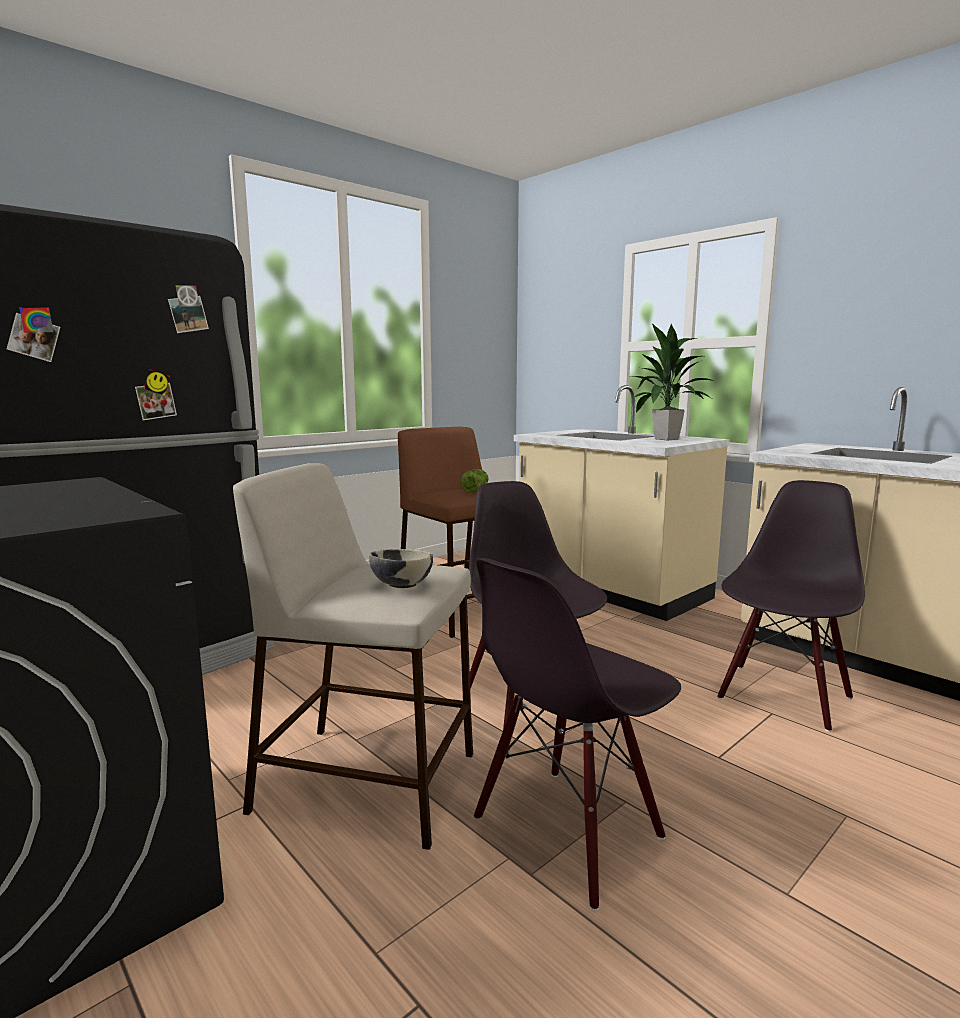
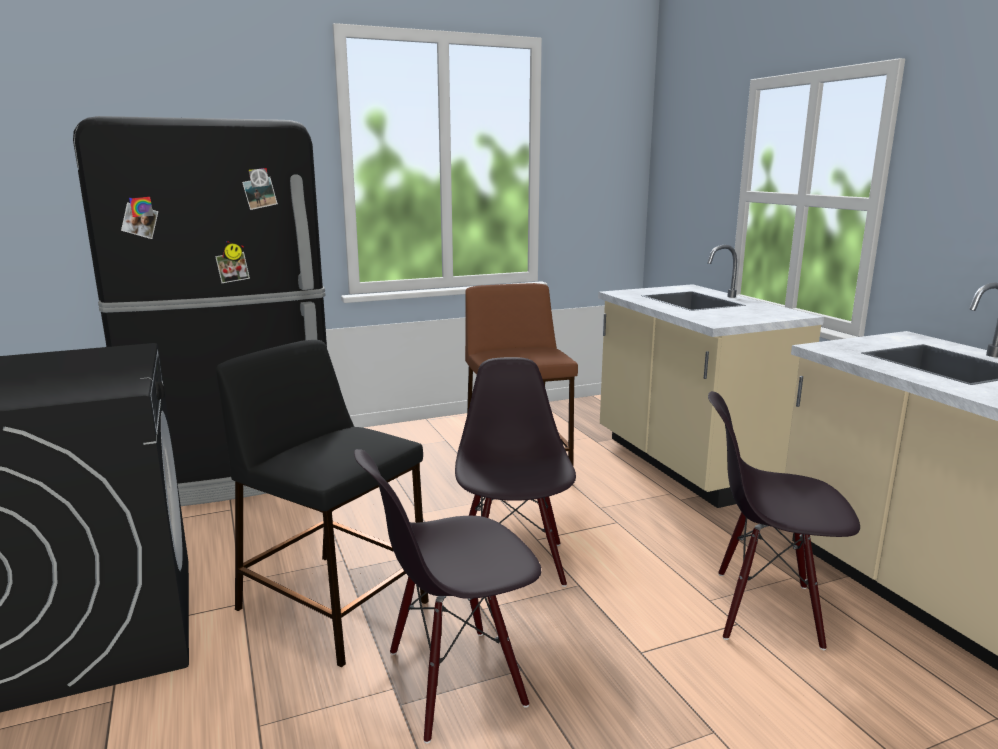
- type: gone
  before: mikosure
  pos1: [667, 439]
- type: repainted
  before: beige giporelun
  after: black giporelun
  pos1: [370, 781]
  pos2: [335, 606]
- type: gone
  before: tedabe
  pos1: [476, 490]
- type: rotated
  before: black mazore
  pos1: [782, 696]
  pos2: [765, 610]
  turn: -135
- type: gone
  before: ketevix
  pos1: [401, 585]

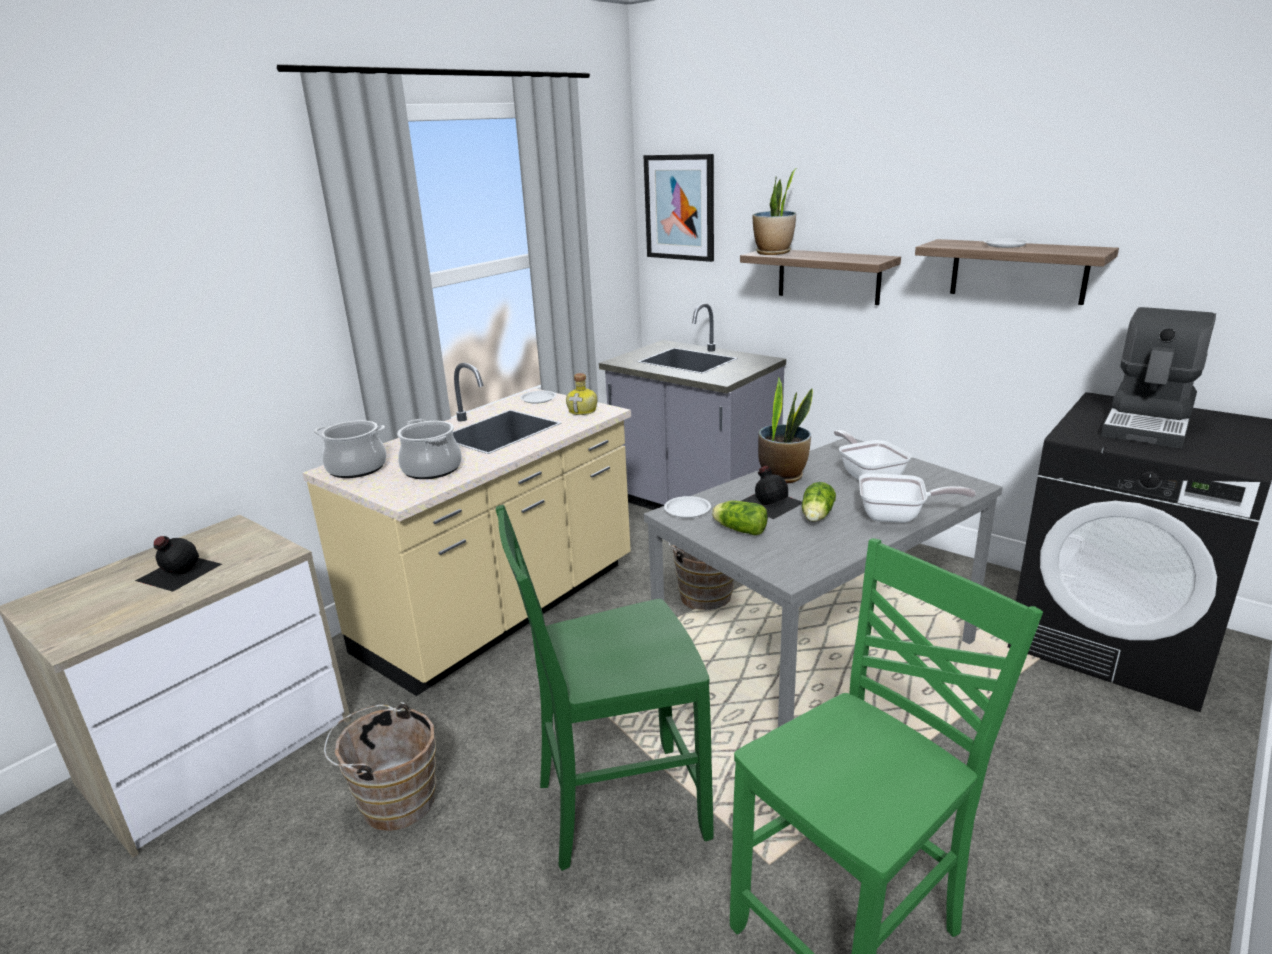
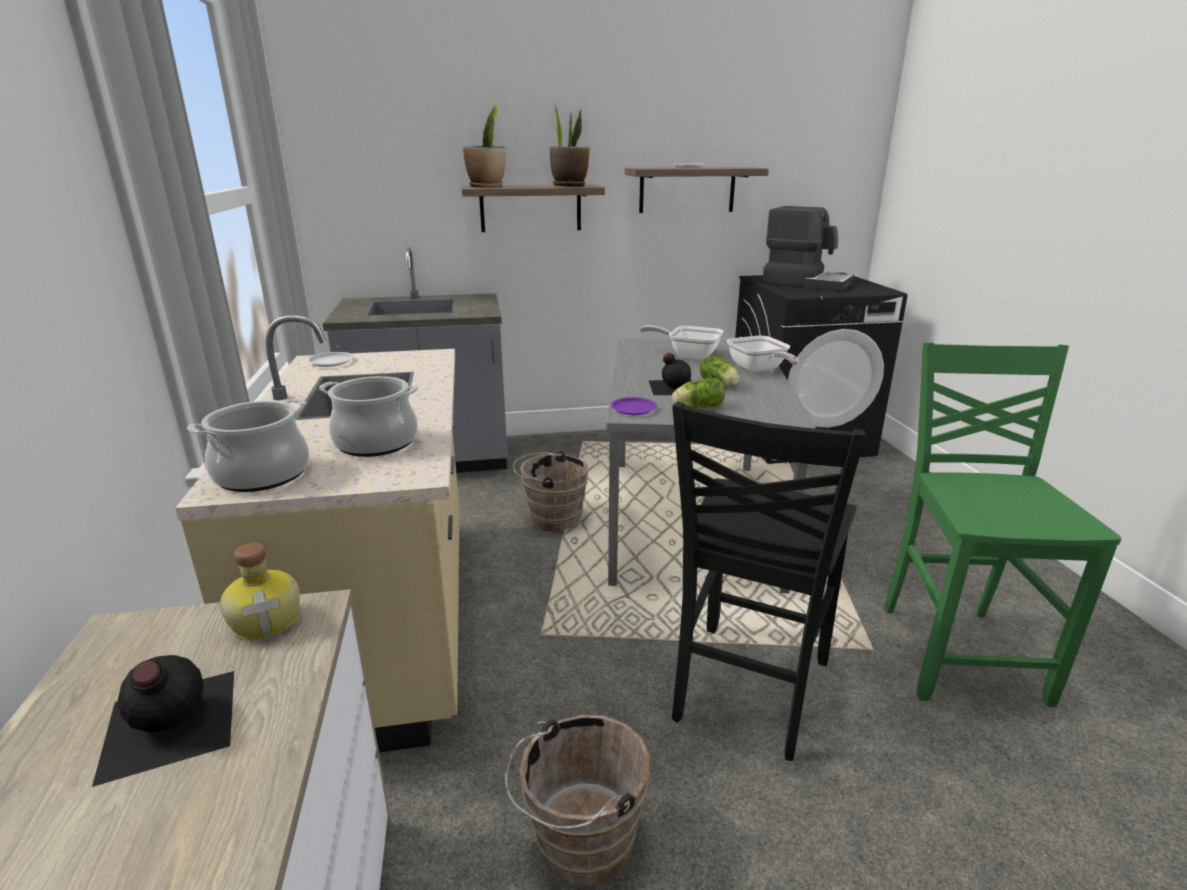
- type: gone
  before: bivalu
  pos1: [680, 207]
- type: rotated
  before: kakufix
  pos1: [1149, 424]
  pos2: [806, 283]
  turn: -45
- type: shifted
  before: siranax
  pos1: [583, 411]
  pos2: [268, 620]
- type: shifted
  before: mikosure
  pos1: [782, 476]
  pos2: [569, 186]
- type: rotated
  before: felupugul
  pos1: [898, 516]
  pos2: [758, 370]
  turn: 105
- type: repainted
  before: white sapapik
  after: purple sapapik
  pos1: [687, 510]
  pos2: [633, 409]
- type: repainted
  before: green mazore
  after: black mazore
  pos1: [617, 807]
  pos2: [747, 690]

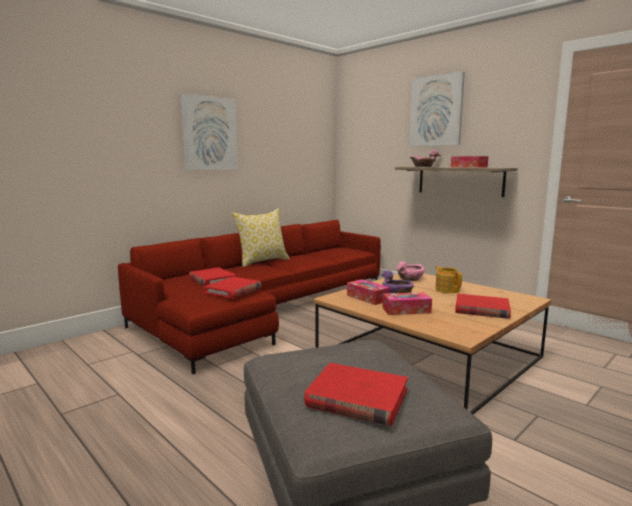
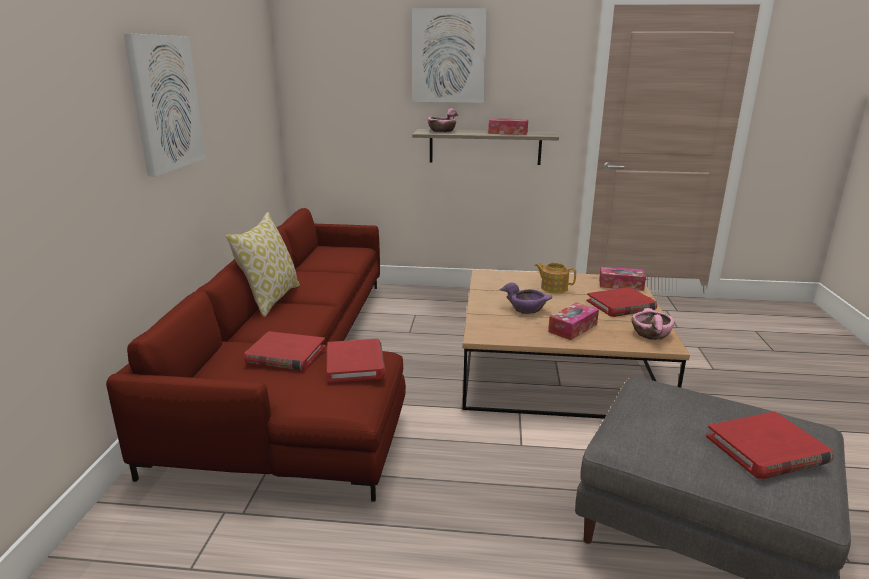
- type: shifted
  before: pink ketevix
  pos1: [410, 278]
  pos2: [650, 334]
- type: shifted
  before: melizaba
  pos1: [367, 298]
  pos2: [621, 285]

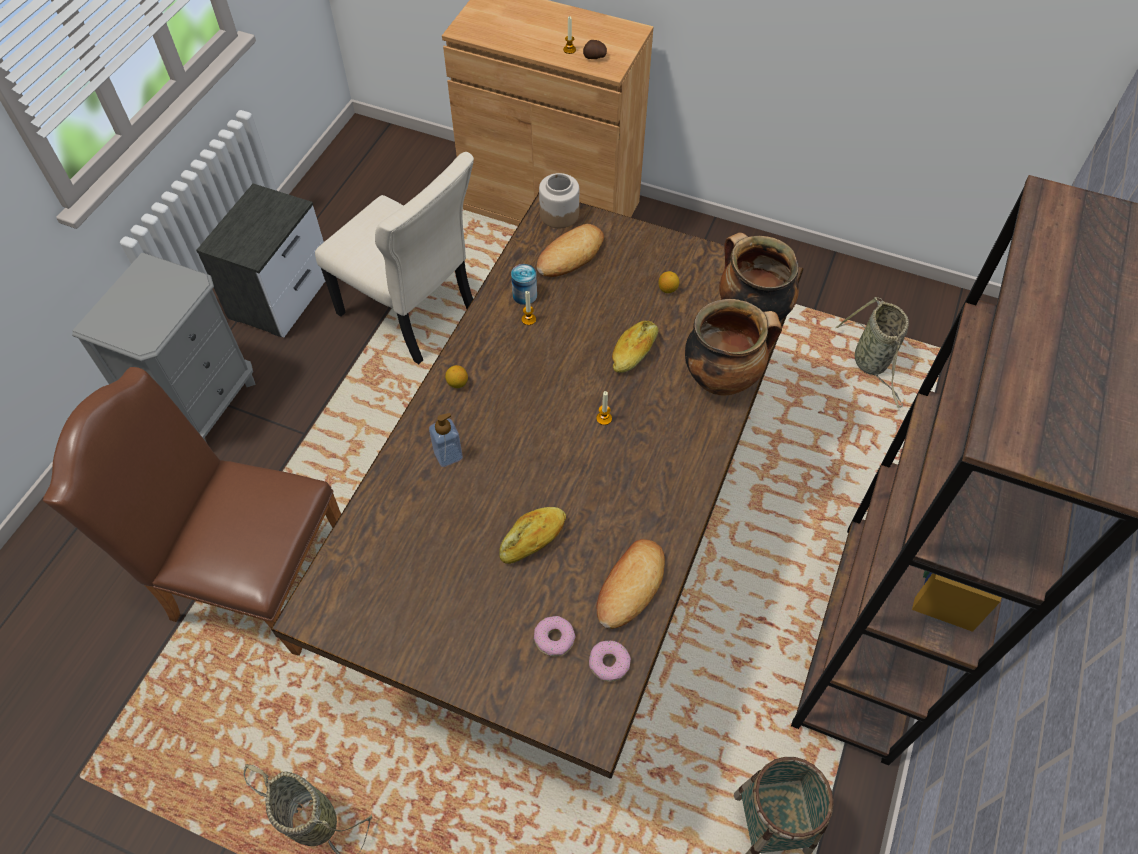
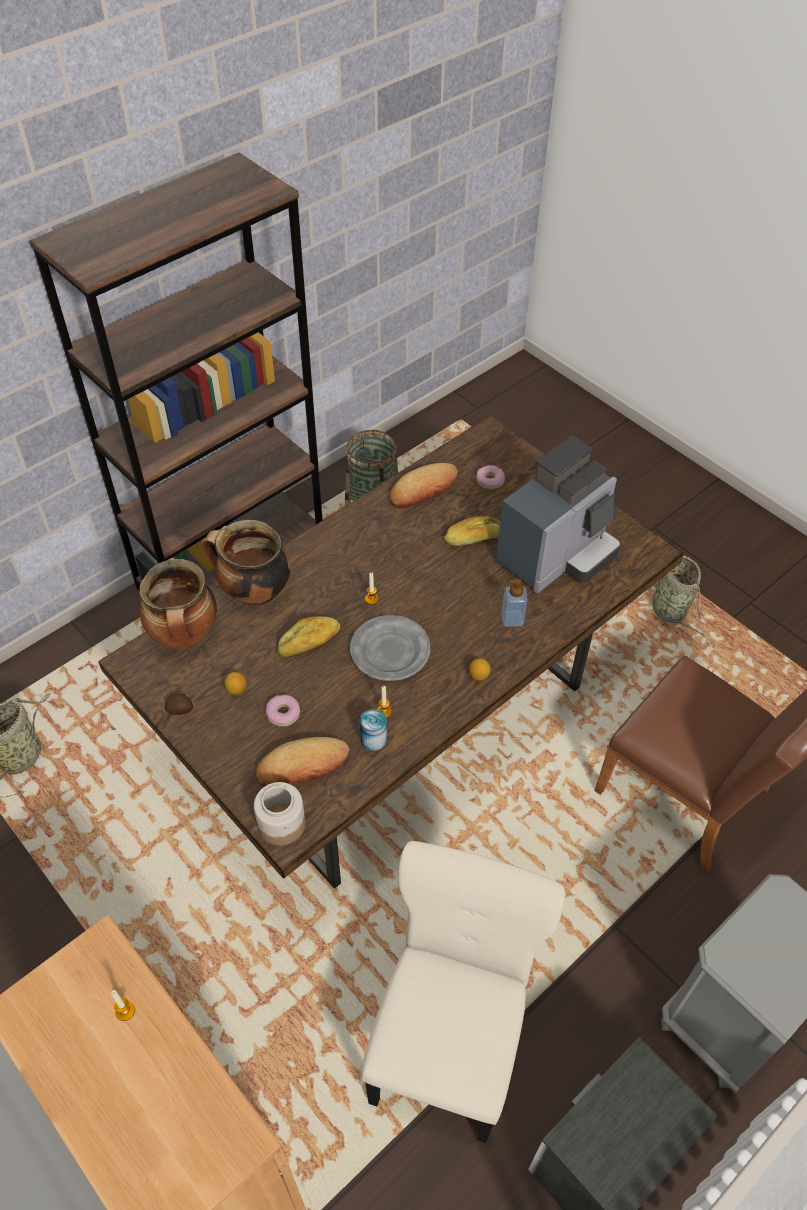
- type: shifted
  before: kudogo
  pos1: [594, 57]
  pos2: [180, 710]
- type: rotated
  before: beige mazore
  pos1: [411, 315]
  pos2: [449, 1041]
  turn: 45
- type: shifted
  before: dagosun
  pos1: [609, 663]
  pos2: [283, 713]
- type: new
  after: kakufix
  pos2: [557, 555]
- type: new
  after: grey sapapik
  pos2: [390, 651]

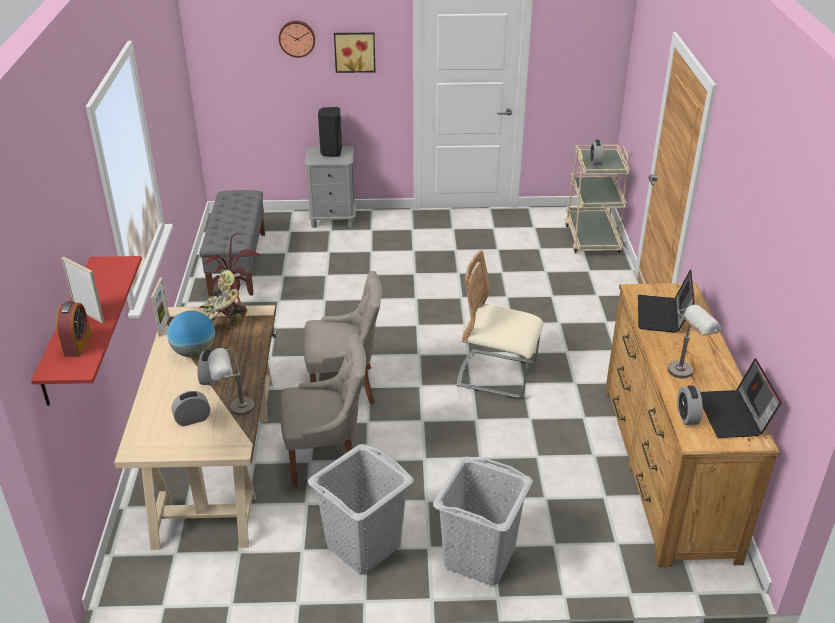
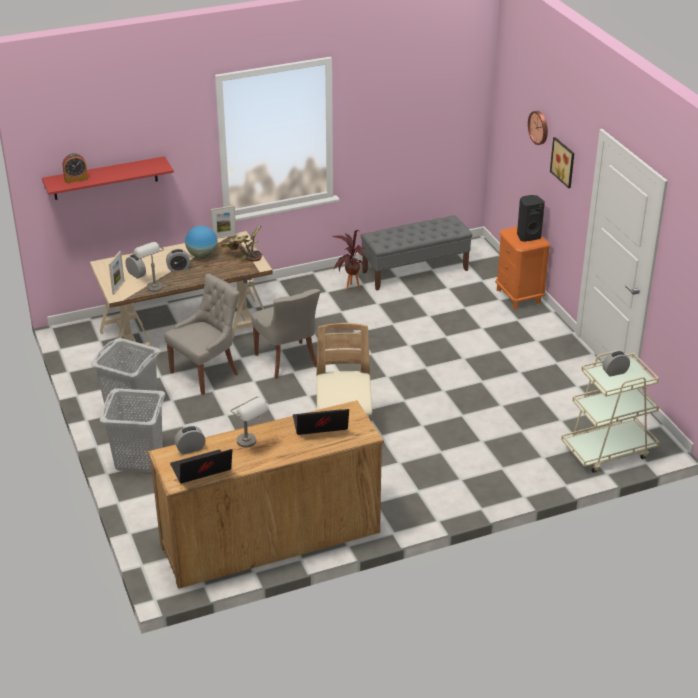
- type: repainted
  before: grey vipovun
  after: orange vipovun
  pos1: [333, 219]
  pos2: [519, 296]
- type: shifted
  before: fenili
  pos1: [89, 315]
  pos2: [118, 288]
- type: rotated
  before: grey mazore
  pos1: [326, 458]
  pos2: [206, 373]
  turn: -105

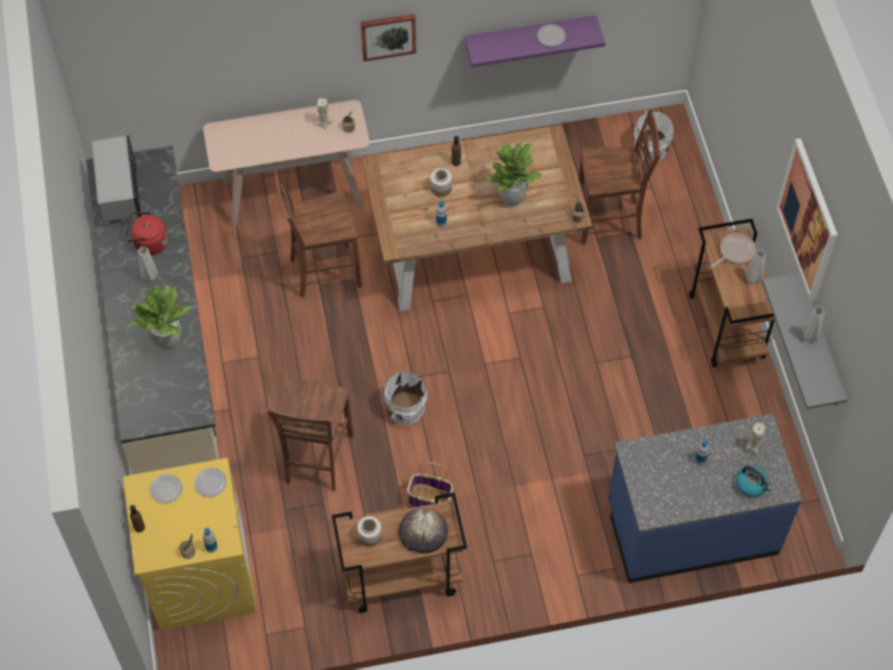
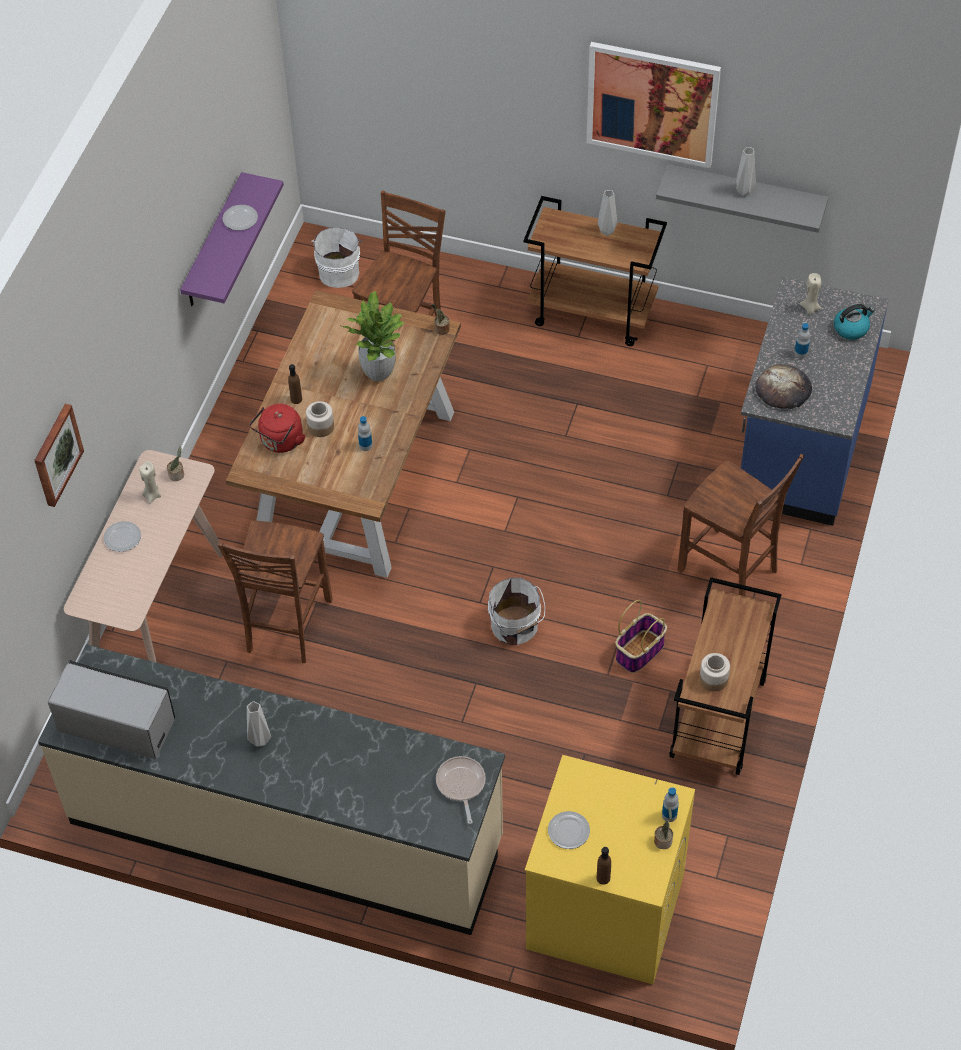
- type: shifted
  before: bivalu
  pos1: [388, 35]
  pos2: [56, 454]
- type: shifted
  before: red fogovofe
  pos1: [149, 243]
  pos2: [280, 442]
- type: shifted
  before: felupugul
  pos1: [735, 251]
  pos2: [461, 785]
- type: gone
  before: mikosure
  pos1: [168, 340]
- type: shifted
  before: brown mazore
  pos1: [317, 460]
  pos2: [730, 571]
- type: shifted
  before: sapapik
  pos1: [211, 483]
  pos2: [123, 537]
- type: shifted
  before: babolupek
  pos1: [423, 532]
  pos2: [783, 390]

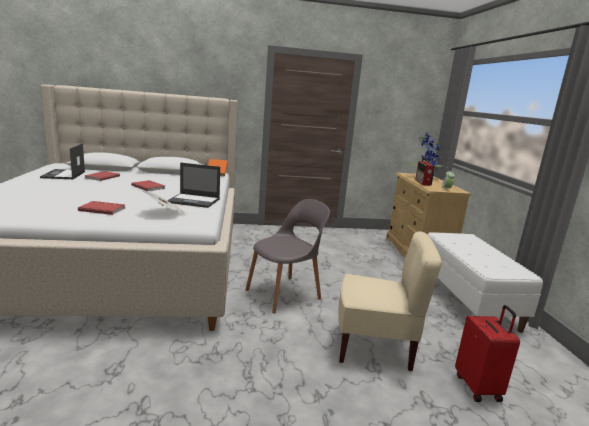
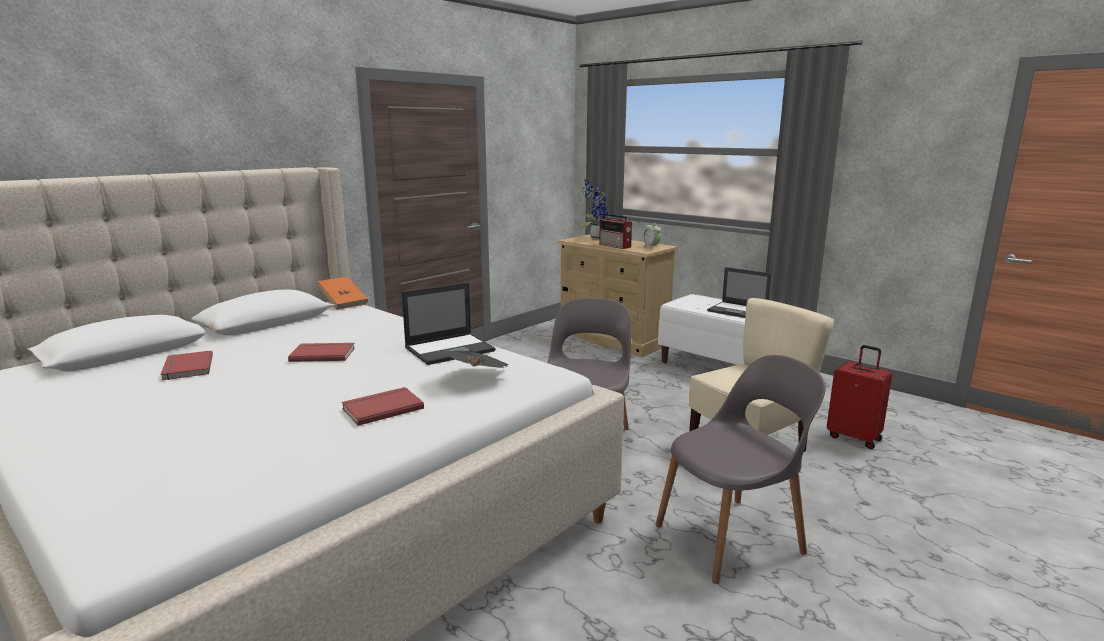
- type: shifted
  before: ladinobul
  pos1: [63, 175]
  pos2: [738, 311]
- type: new
  after: grey mazore
  pos2: [732, 537]

